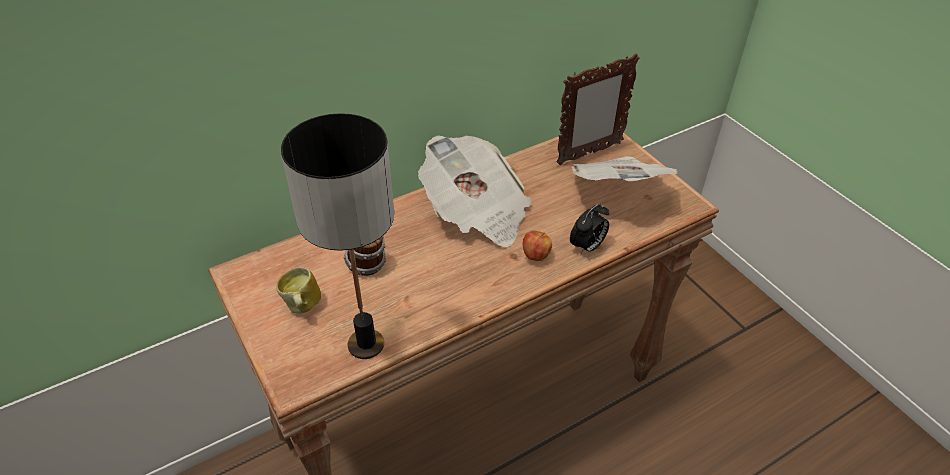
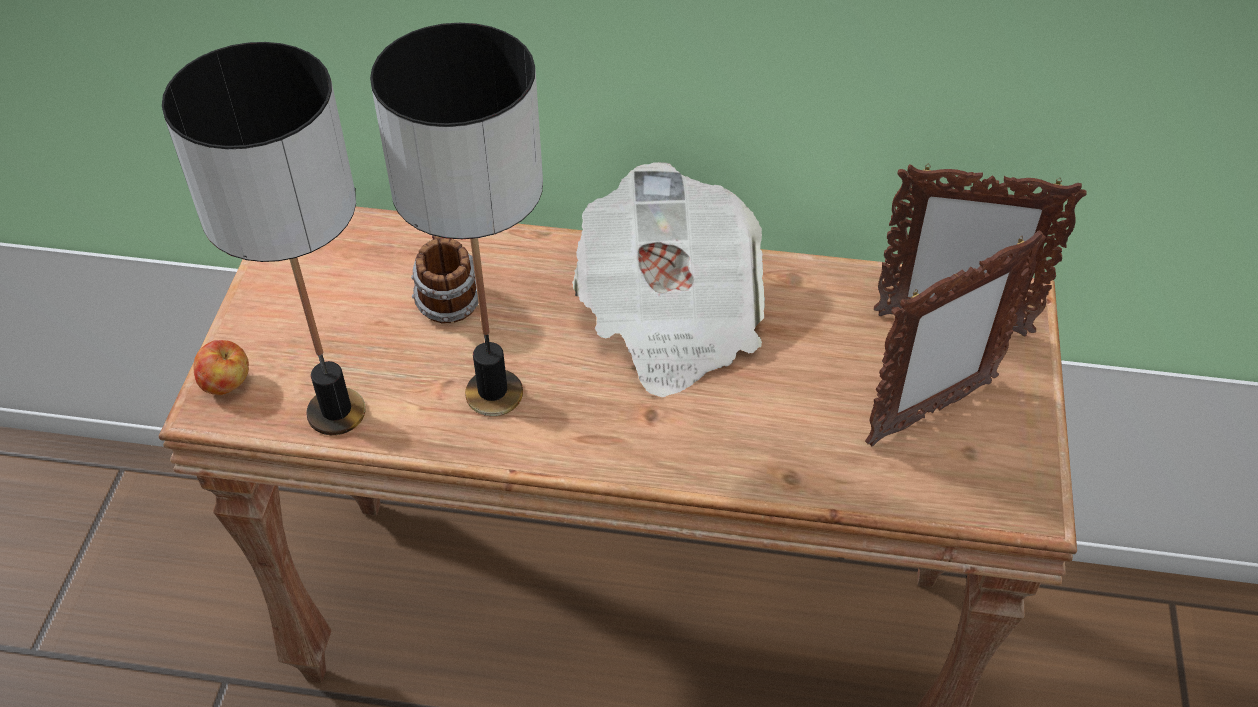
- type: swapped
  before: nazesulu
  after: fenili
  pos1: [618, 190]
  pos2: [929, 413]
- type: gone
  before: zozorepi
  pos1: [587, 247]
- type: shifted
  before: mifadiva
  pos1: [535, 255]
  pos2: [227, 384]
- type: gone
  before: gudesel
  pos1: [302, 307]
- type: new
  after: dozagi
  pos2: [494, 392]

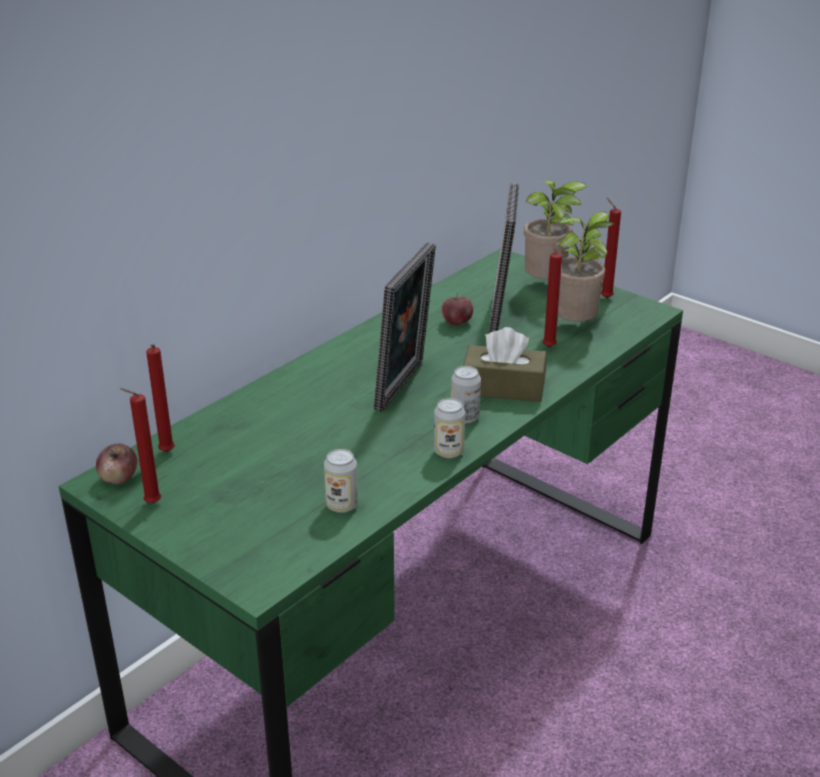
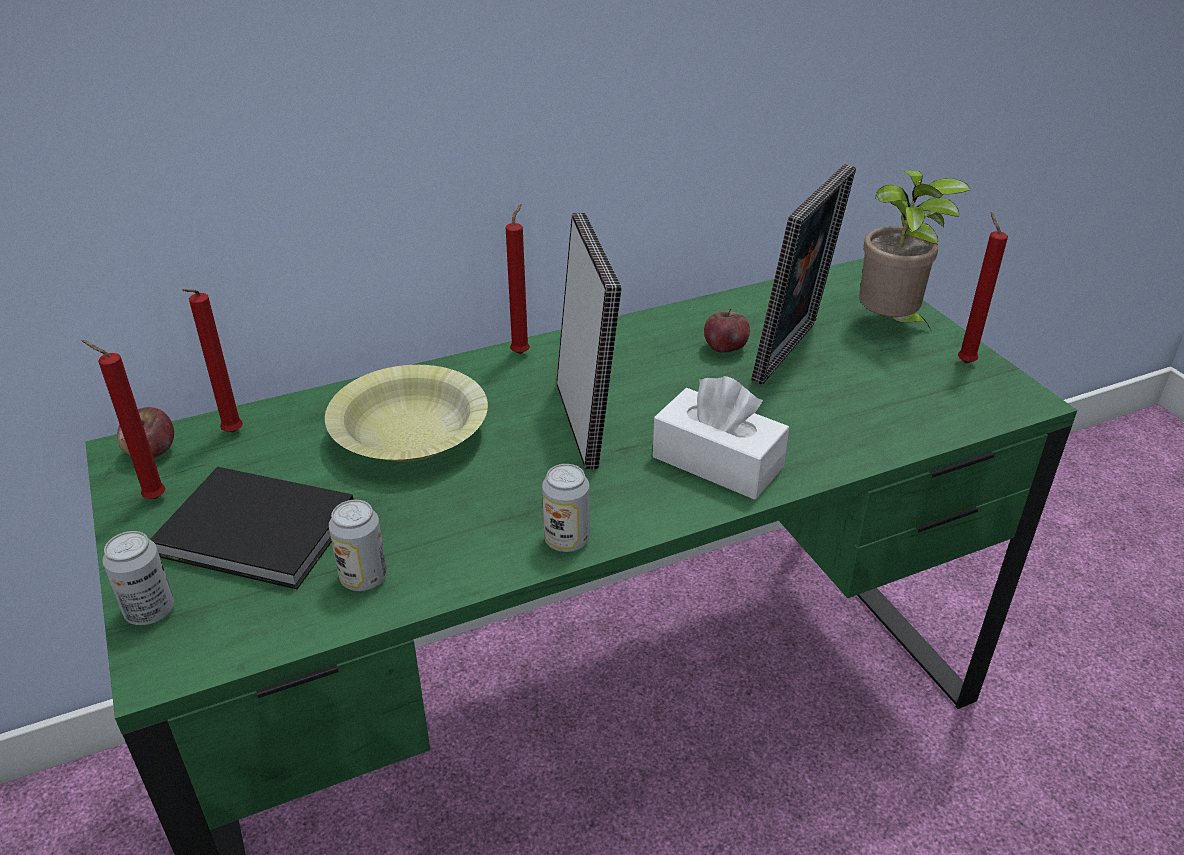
- type: gone
  before: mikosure
  pos1: [576, 327]
- type: shifted
  before: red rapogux
  pos1: [549, 346]
  pos2: [522, 352]
- type: rotated
  before: fenili
  pos1: [405, 386]
  pos2: [585, 423]
  turn: -60
- type: repainted
  before: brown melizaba
  after: white melizaba
  pos1: [503, 387]
  pos2: [717, 462]
- type: shifted
  before: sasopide
  pos1: [465, 417]
  pos2: [150, 611]
- type: new
  after: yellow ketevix
  pos2: [410, 434]
- type: new
  after: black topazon
  pos2: [260, 534]

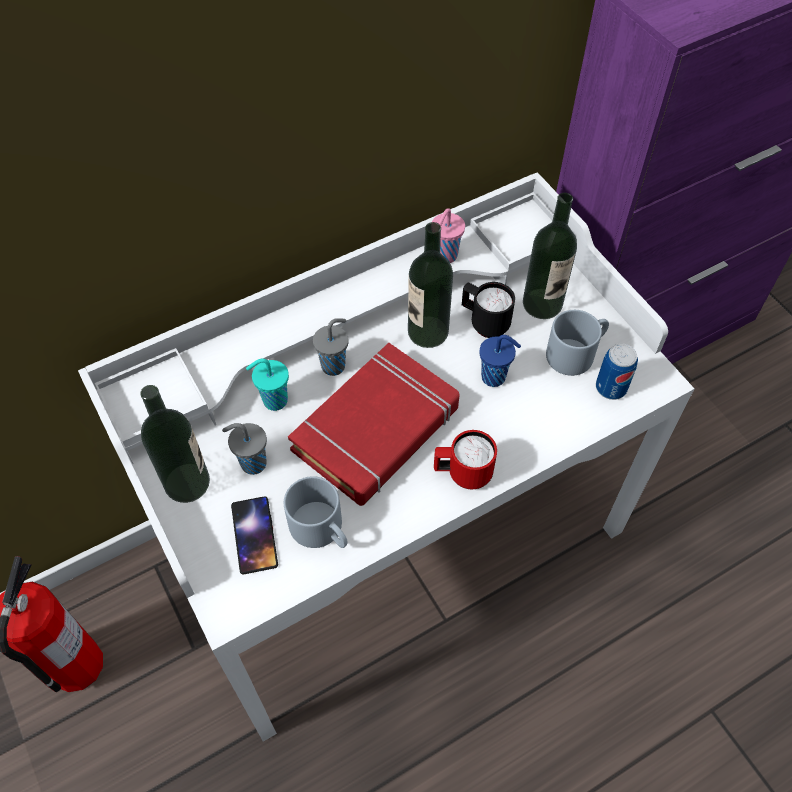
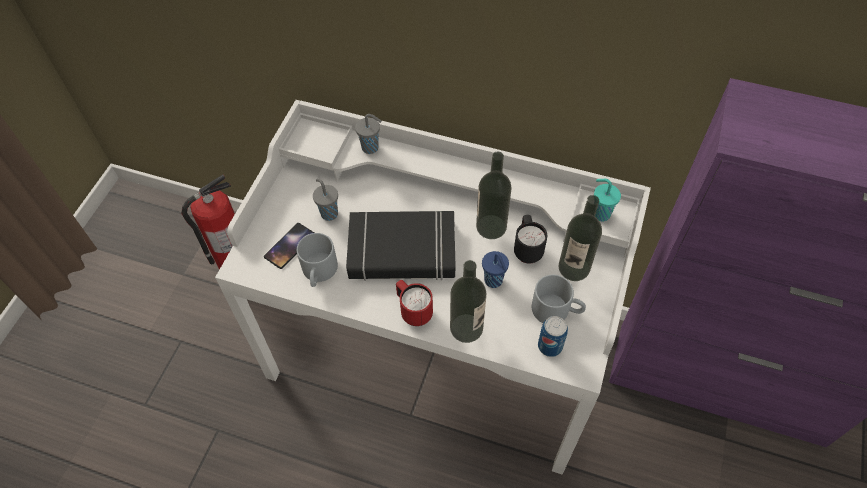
- type: gone
  before: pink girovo
  pos1: [445, 256]
- type: shifted
  before: grey girovo
  pos1: [334, 365]
  pos2: [371, 148]
- type: repainted
  before: red topazon
  after: black topazon
  pos1: [377, 430]
  pos2: [402, 251]
- type: shifted
  before: turquoise girovo
  pos1: [273, 401]
  pos2: [600, 213]
- type: shifted
  before: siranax
  pos1: [187, 483]
  pos2: [466, 328]

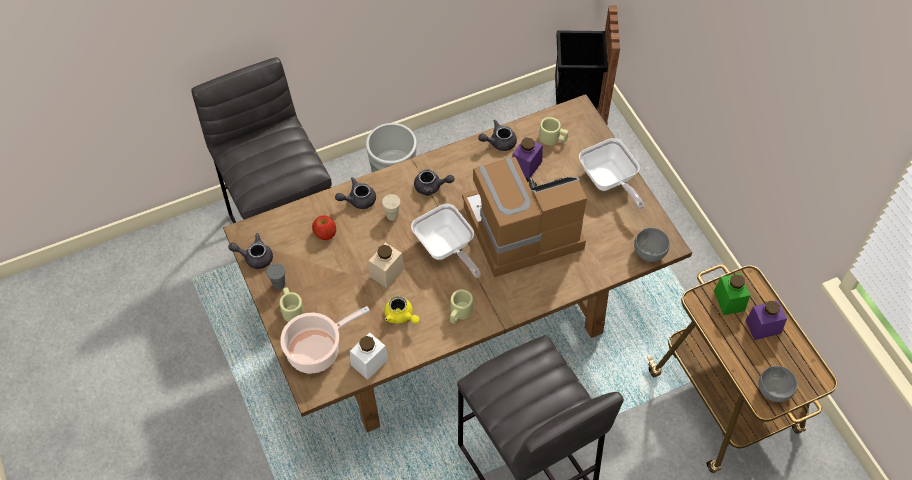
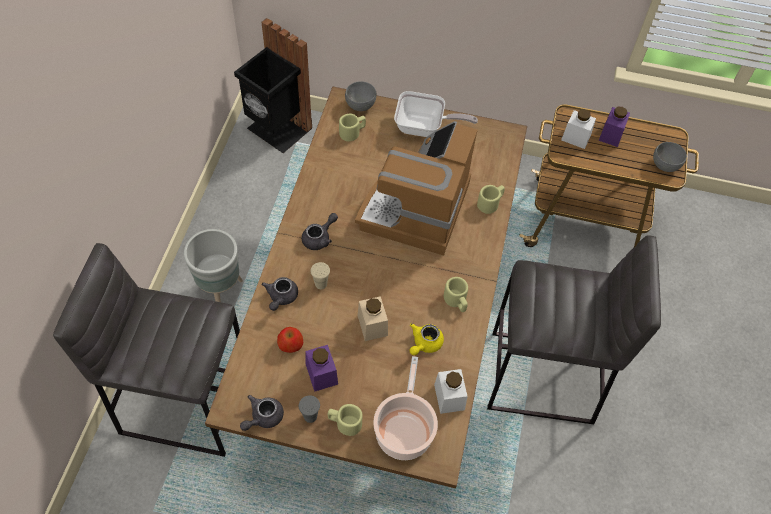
- type: gone
  before: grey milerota
  pos1: [499, 142]
- type: shifted
  before: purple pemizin
  pos1: [526, 166]
  pos2: [321, 374]
- type: gone
  before: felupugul
  pos1: [446, 249]
- type: shifted
  before: grey ketevix
  pos1: [649, 253]
  pos2: [360, 106]
- type: repainted
  before: green pemizin
  after: white pemizin
  pos1: [729, 301]
  pos2: [575, 137]
- type: rotated
  before: yellow milerota
  pos1: [401, 316]
  pos2: [424, 344]
  turn: 135
- type: new
  after: beige gudesel
  pos2: [490, 203]

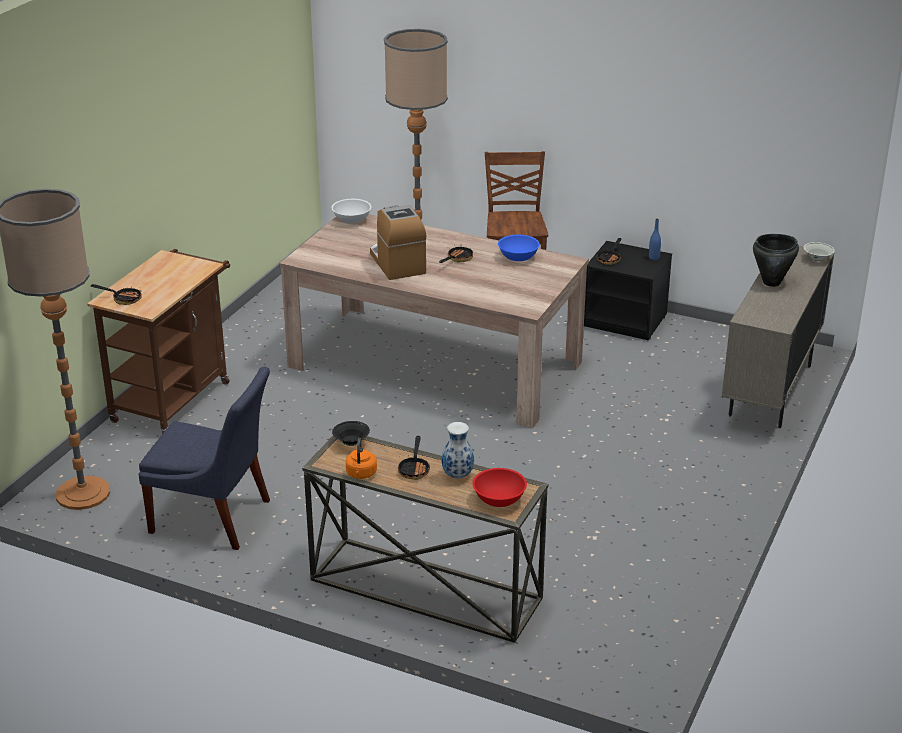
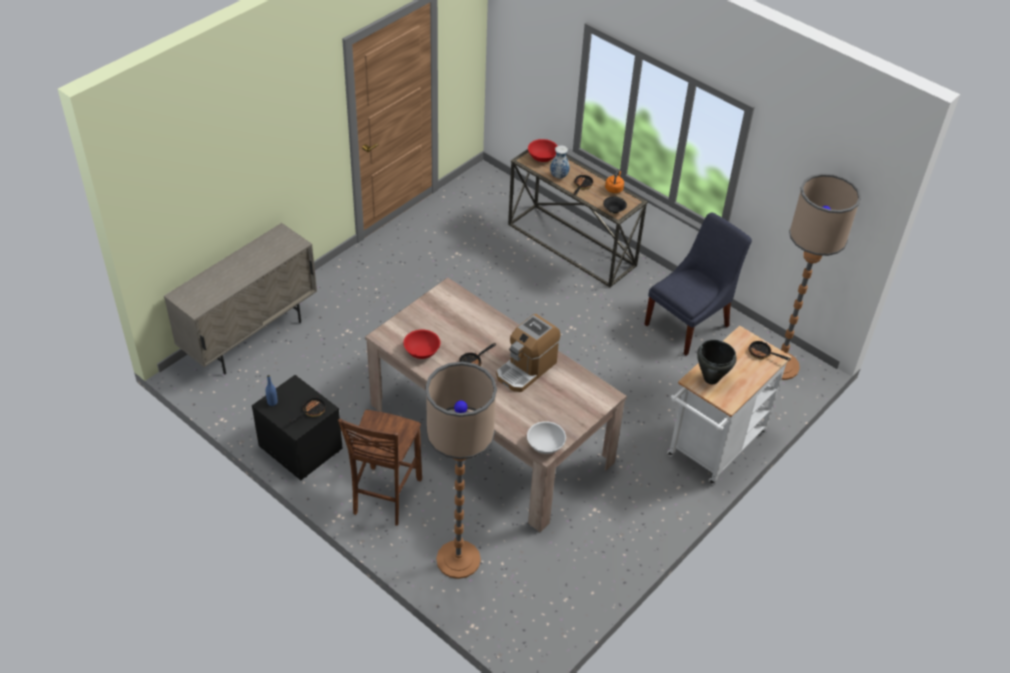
- type: rotated
  before: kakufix
  pos1: [397, 263]
  pos2: [526, 369]
  turn: 45
- type: shifted
  before: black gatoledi
  pos1: [772, 282]
  pos2: [711, 378]
- type: repainted
  before: blue ketevix
  after: red ketevix
  pos1: [518, 257]
  pos2: [422, 352]
- type: gone
  before: white ketevix
  pos1: [817, 259]
- type: repainted
  before: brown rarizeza
  after: white rarizeza
  pos1: [175, 397]
  pos2: [712, 448]
- type: rotated
  before: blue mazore
  pos1: [215, 518]
  pos2: [690, 323]
  turn: 105

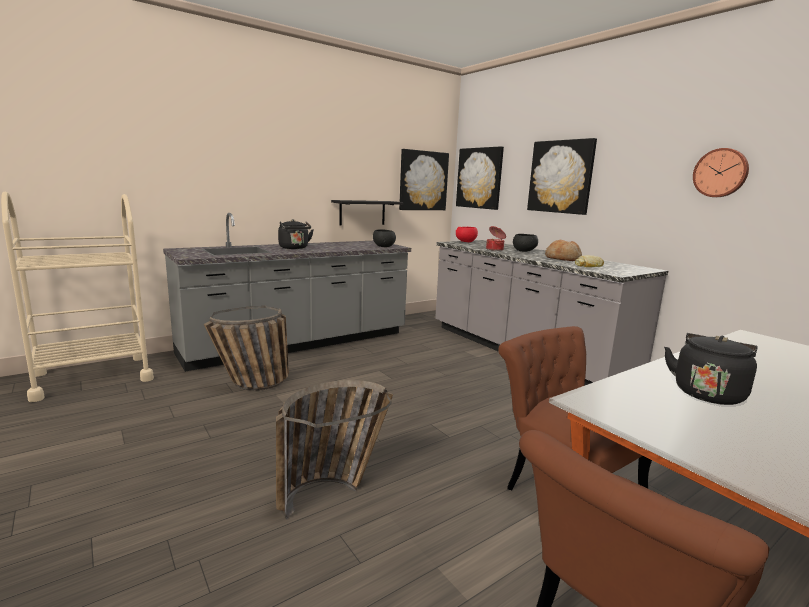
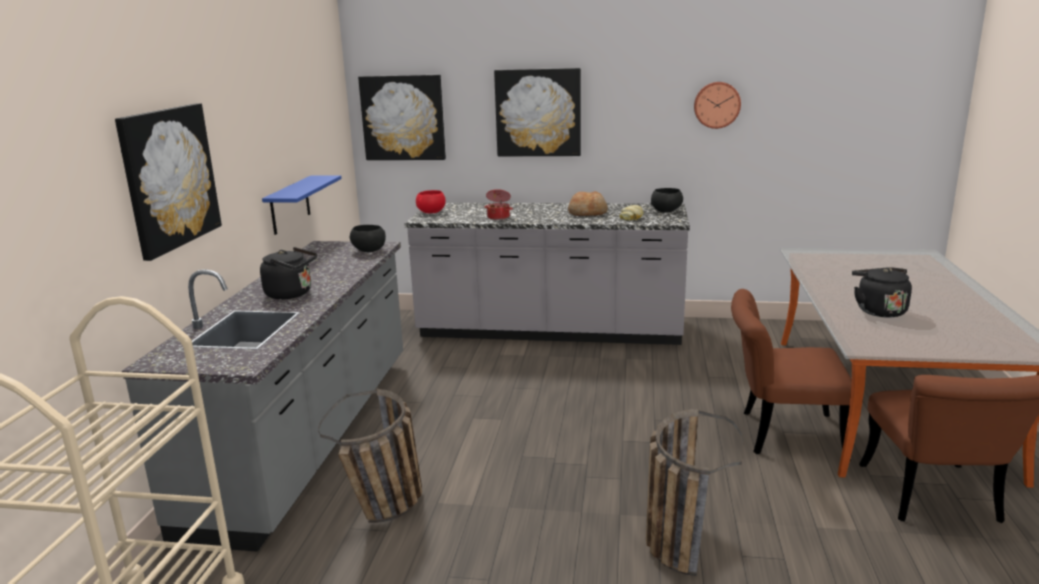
- type: shifted
  before: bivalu
  pos1: [423, 181]
  pos2: [169, 178]
- type: repainted
  before: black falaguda
  after: blue falaguda
  pos1: [362, 212]
  pos2: [290, 205]
- type: shifted
  before: black ketevix
  pos1: [524, 251]
  pos2: [666, 211]

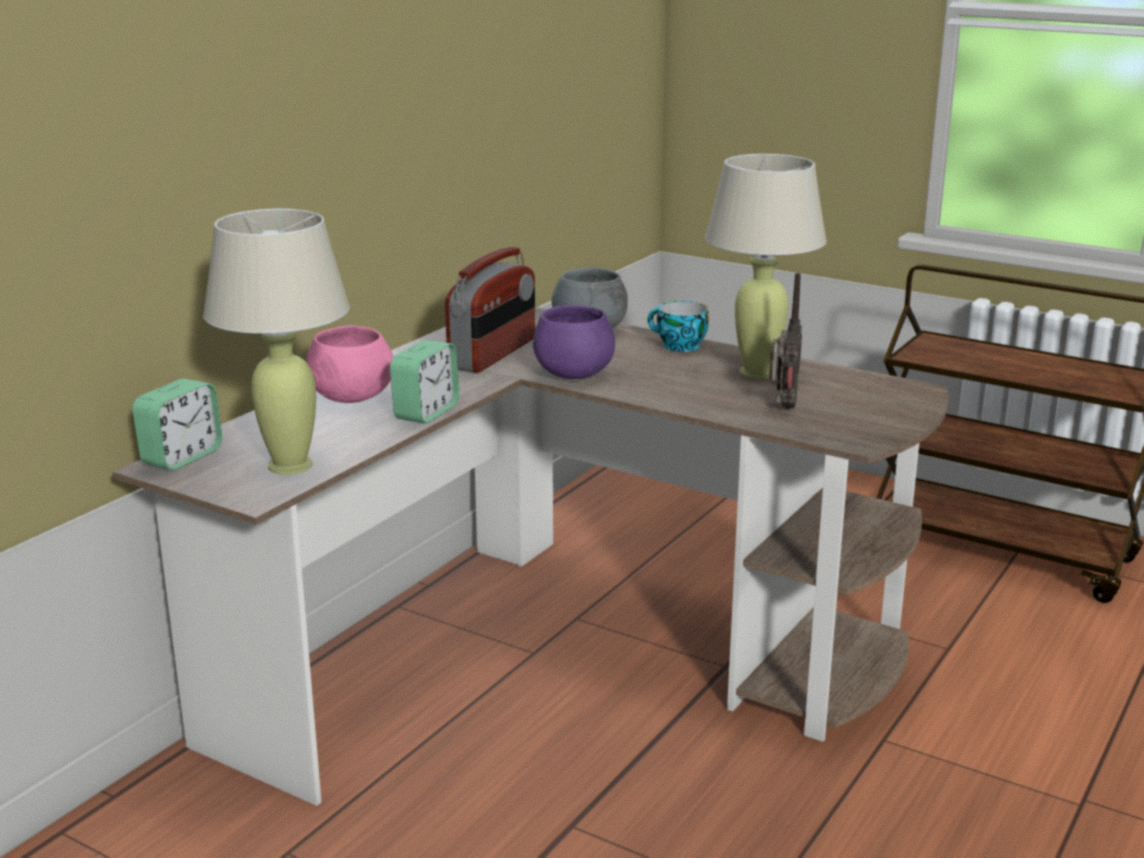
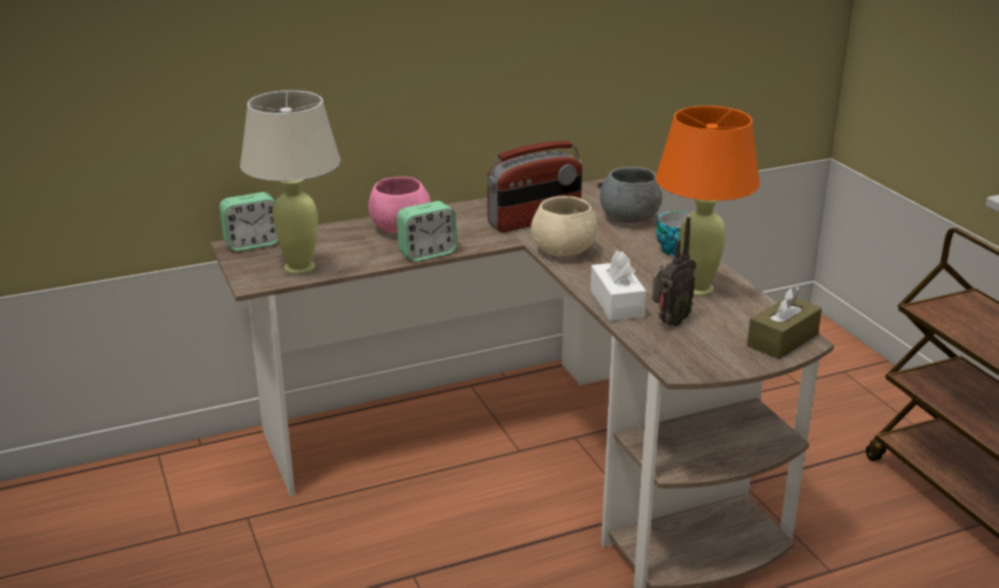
- type: repainted
  before: beige dozagi
  after: orange dozagi
  pos1: [757, 372]
  pos2: [697, 288]
- type: repainted
  before: purple ketevix
  after: beige ketevix
  pos1: [574, 374]
  pos2: [564, 251]
- type: new
  after: white melizaba
  pos2: [616, 303]
- type: new
  after: brown melizaba
  pos2: [782, 340]

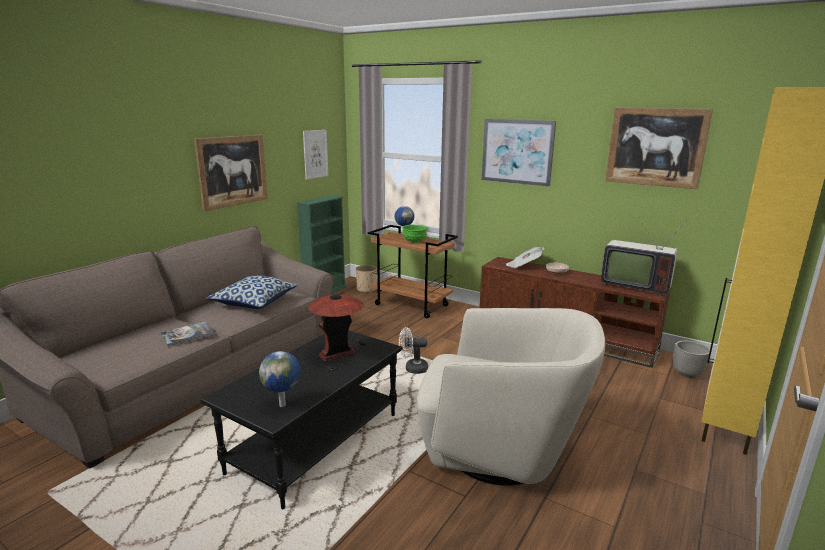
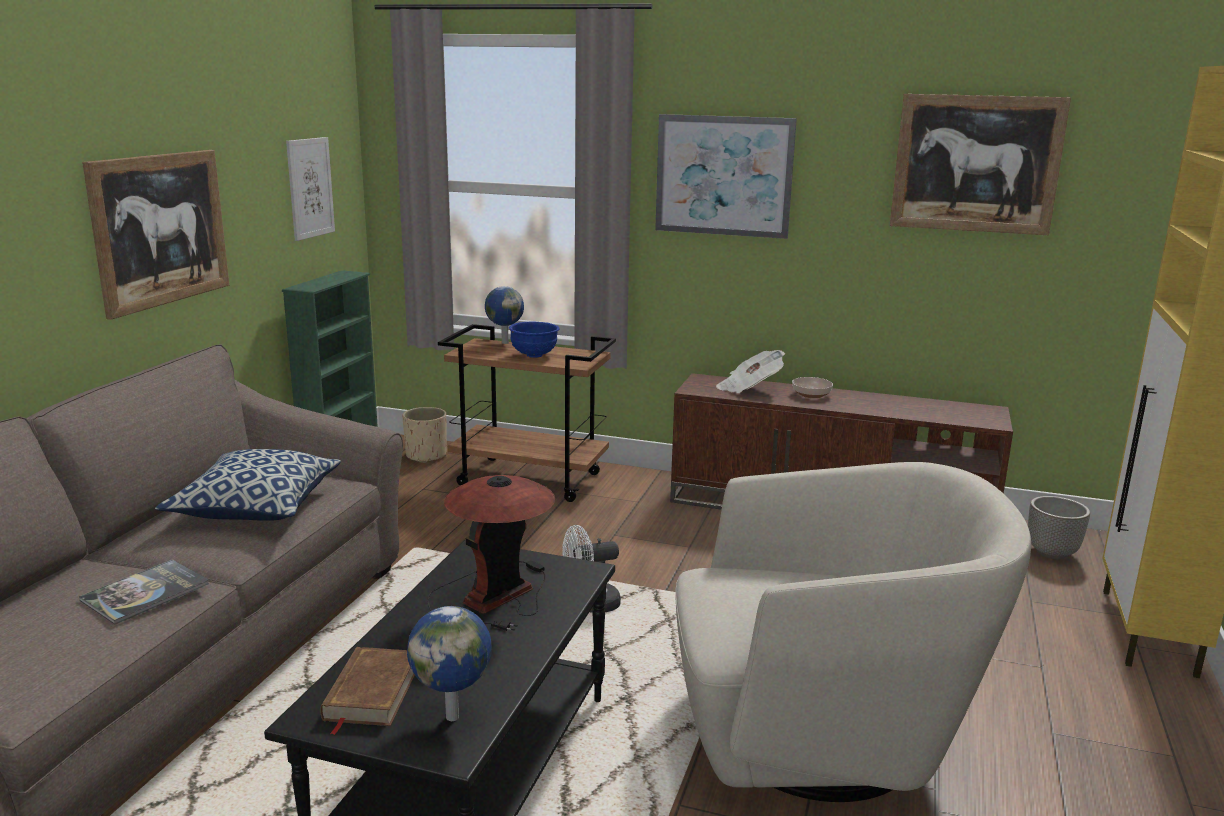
- type: gone
  before: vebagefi
  pos1: [634, 286]
- type: repainted
  before: green ketevix
  after: blue ketevix
  pos1: [414, 242]
  pos2: [534, 356]
- type: new
  after: brown topazon
  pos2: [371, 693]

